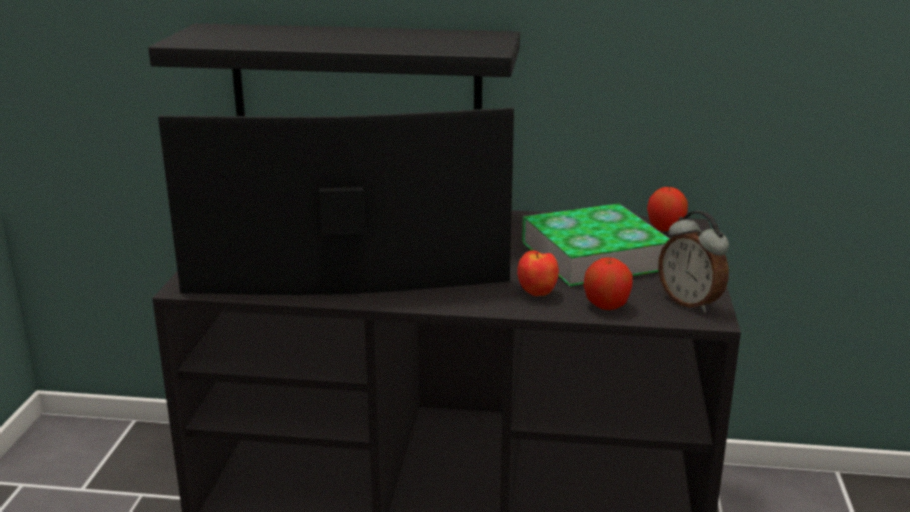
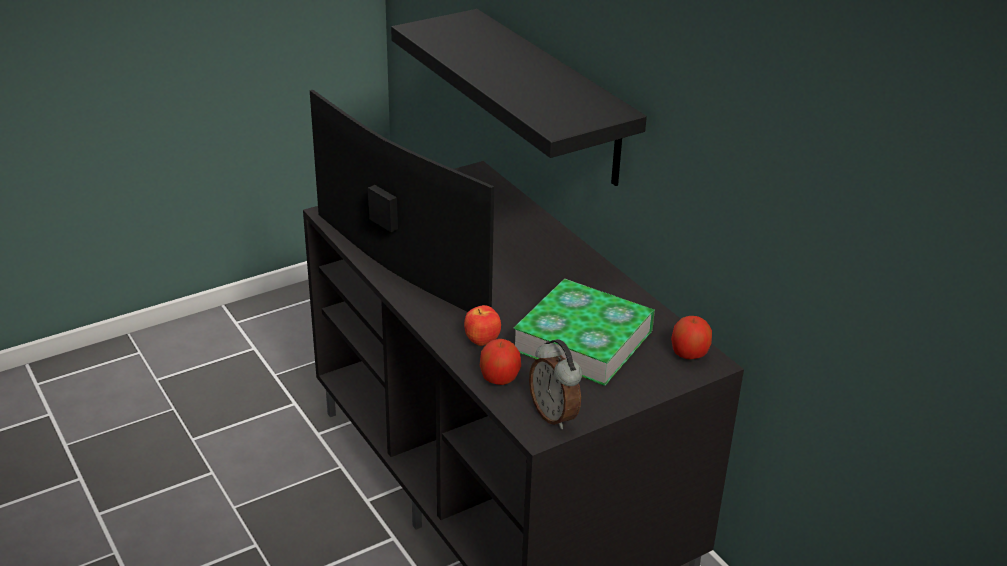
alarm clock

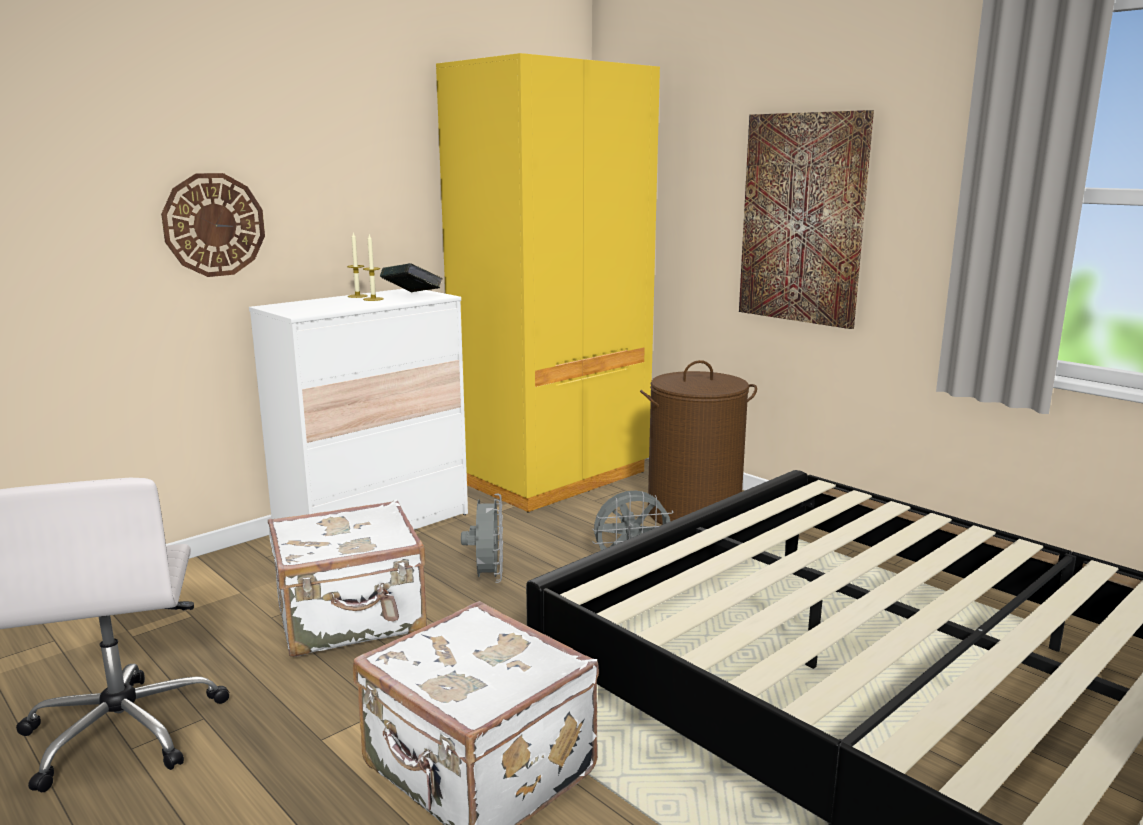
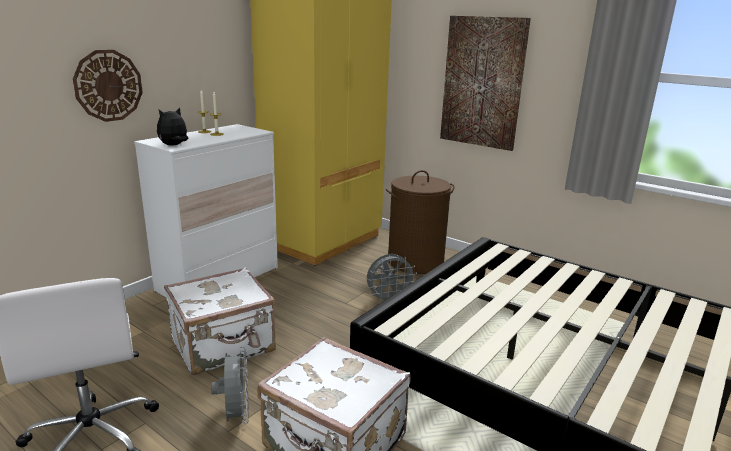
bound book
cuddly toy
greyish cooling fan (1st from left)

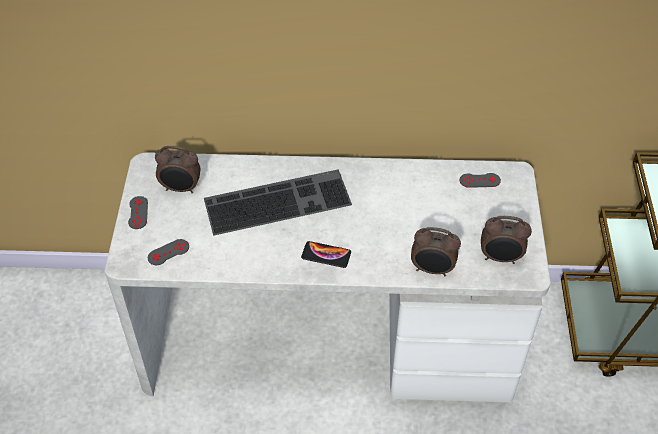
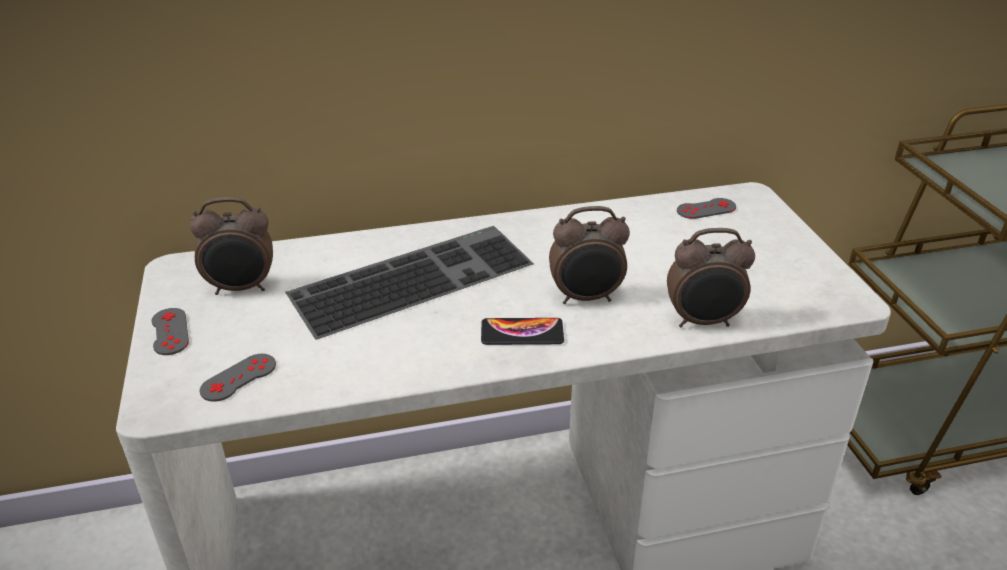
alarm clock (2nd from left)

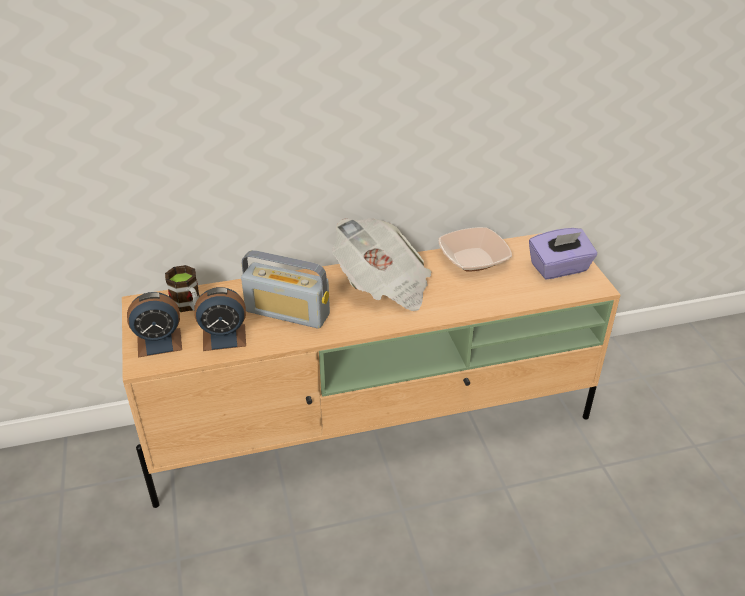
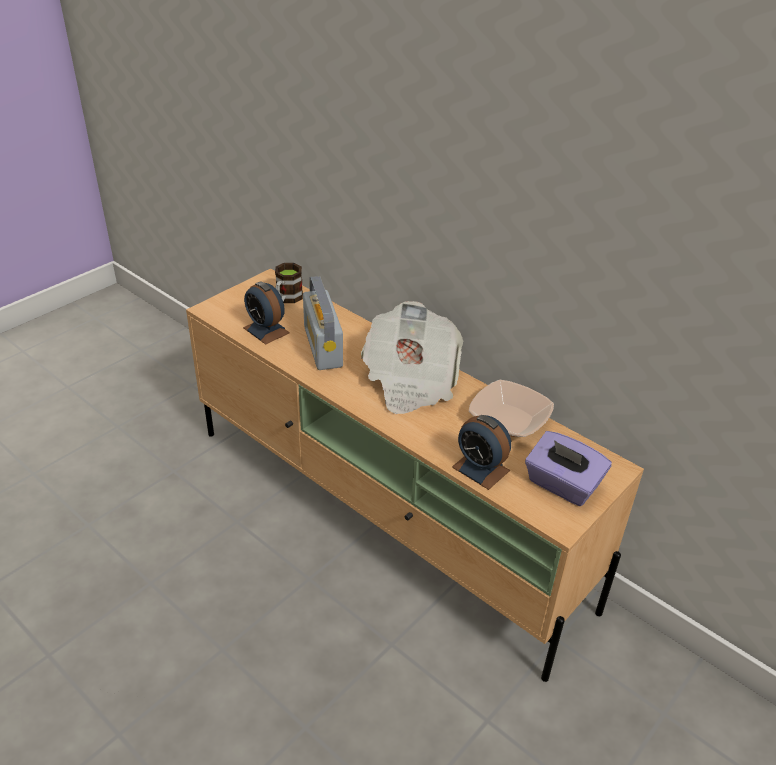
alarm clock (2nd from left)

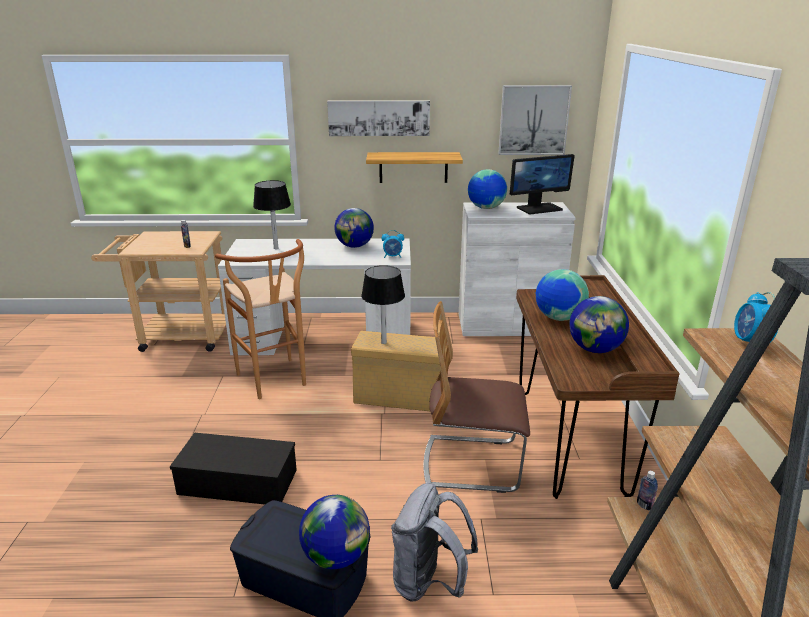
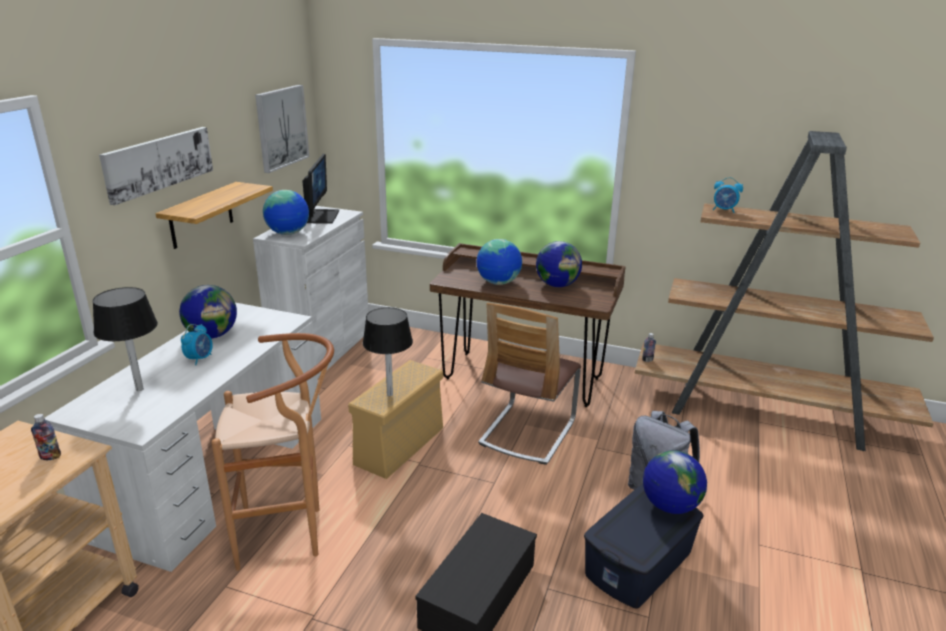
alarm clock (1st from left)

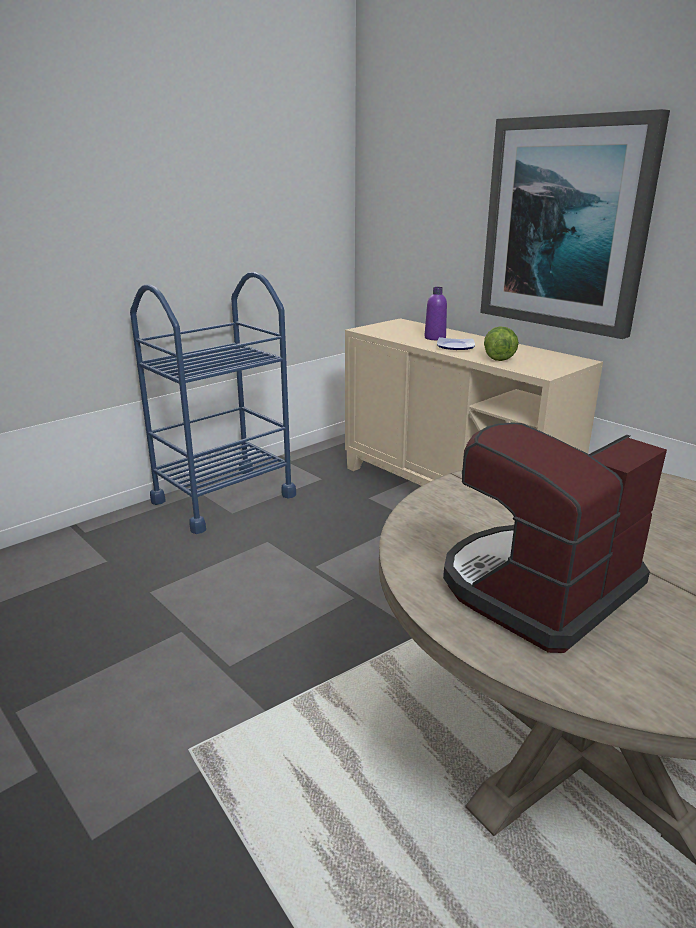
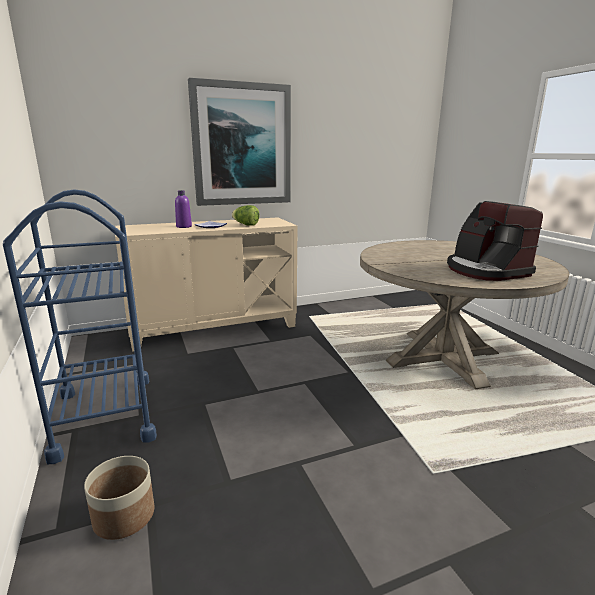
flower pot

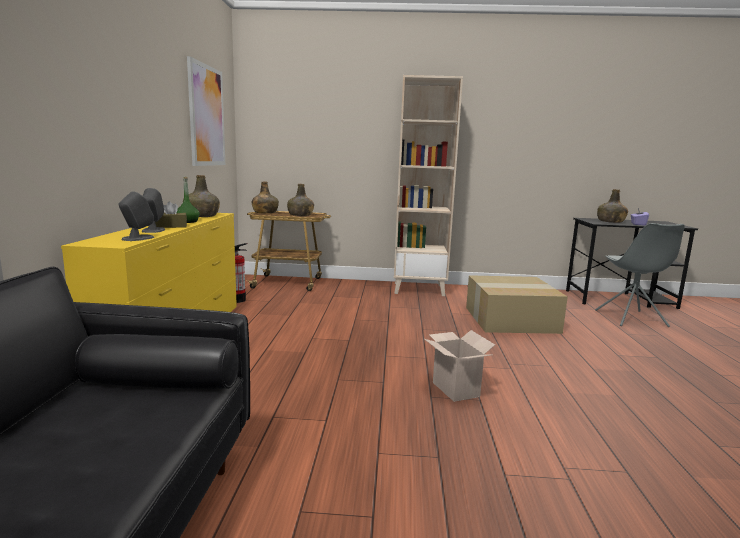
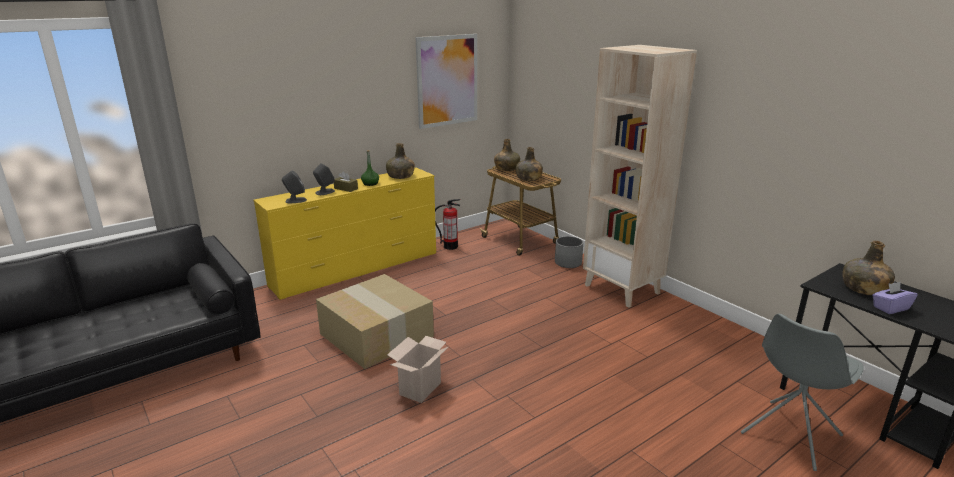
greyish flower pot
carton (1st from left)

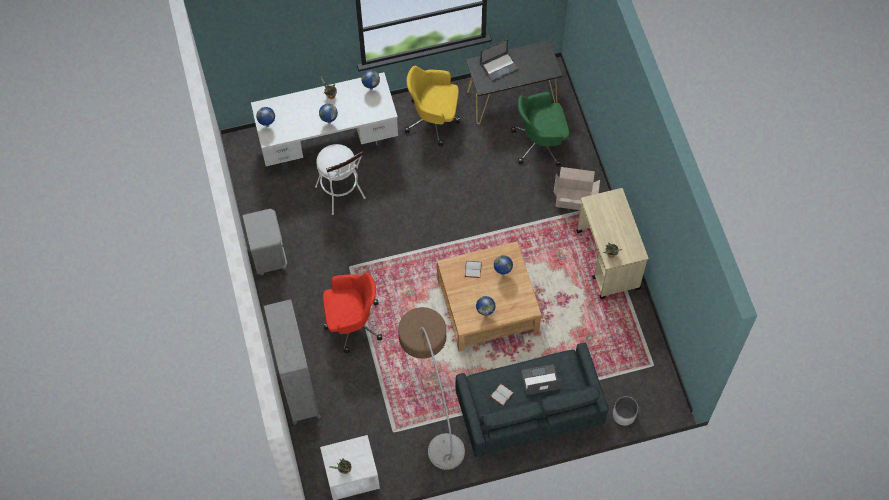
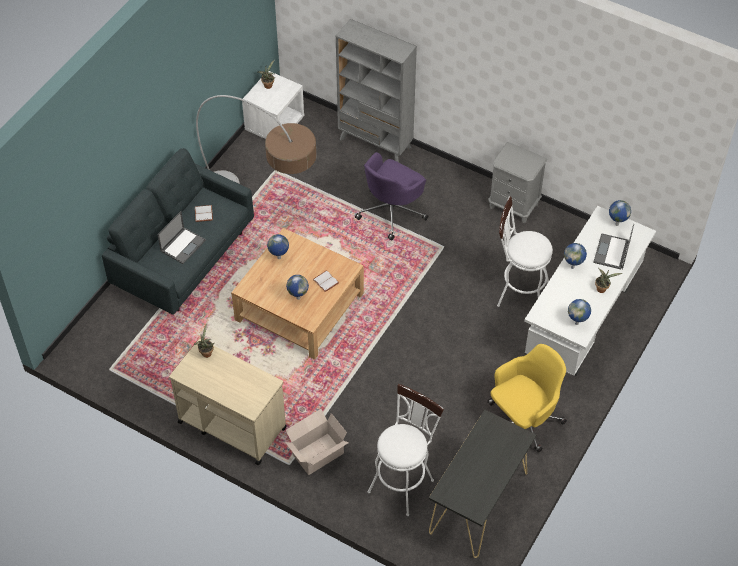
white flower pot
laptop (2nd from left)
white stool seat (1st from left)
purple-coloured computer chair

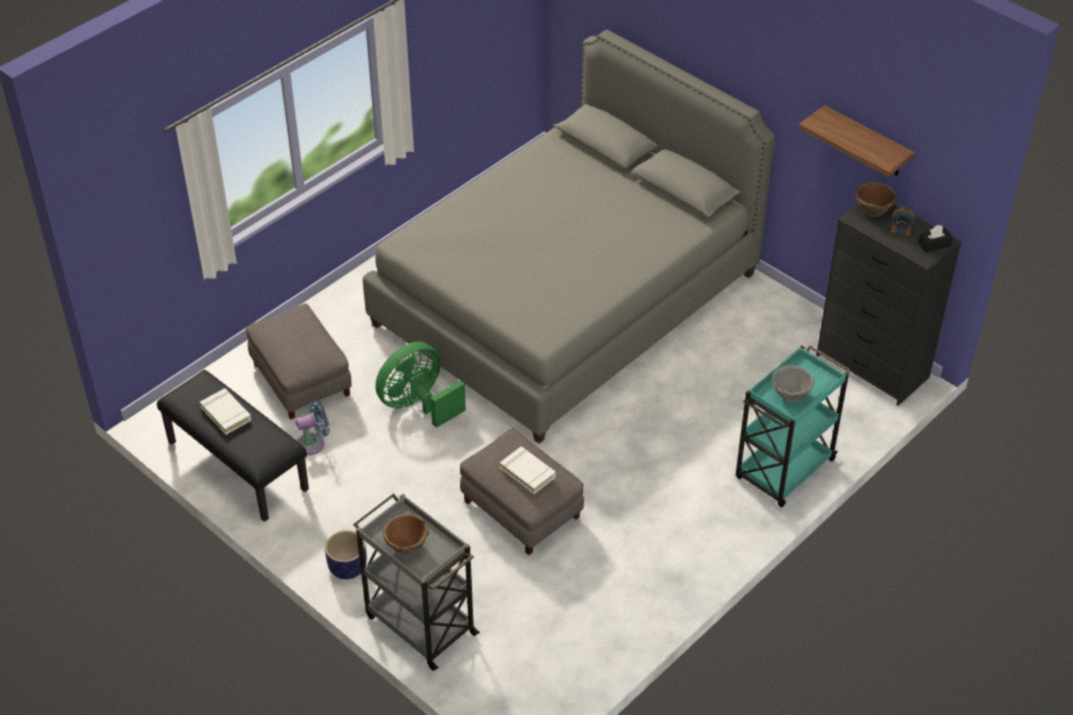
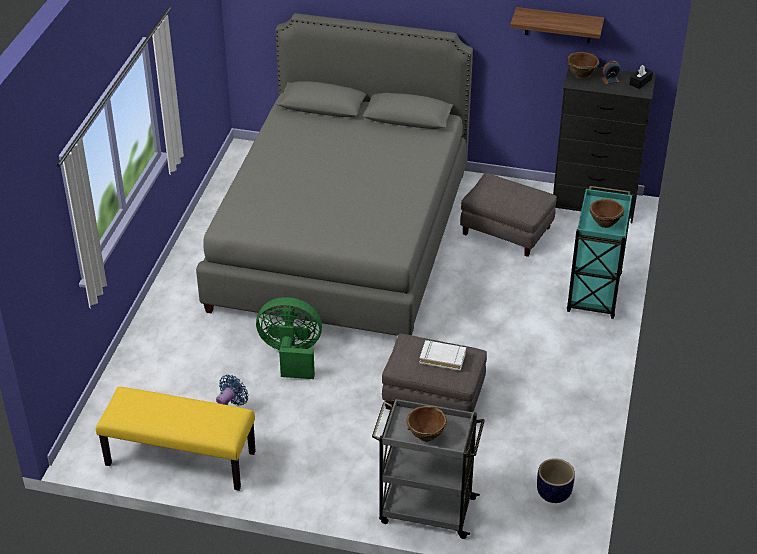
white bound book (1st from left in the first image)
greyish pouffe (2nd from left)
flower pot
yellowish bench
brownish serving bowl (3rd from left)
green-coloured cooling fan

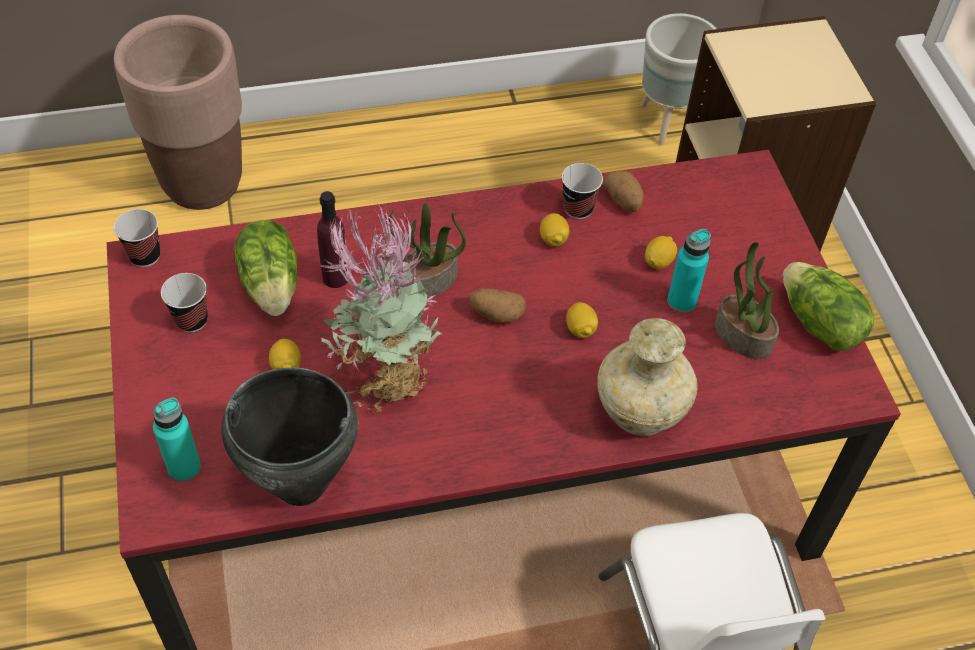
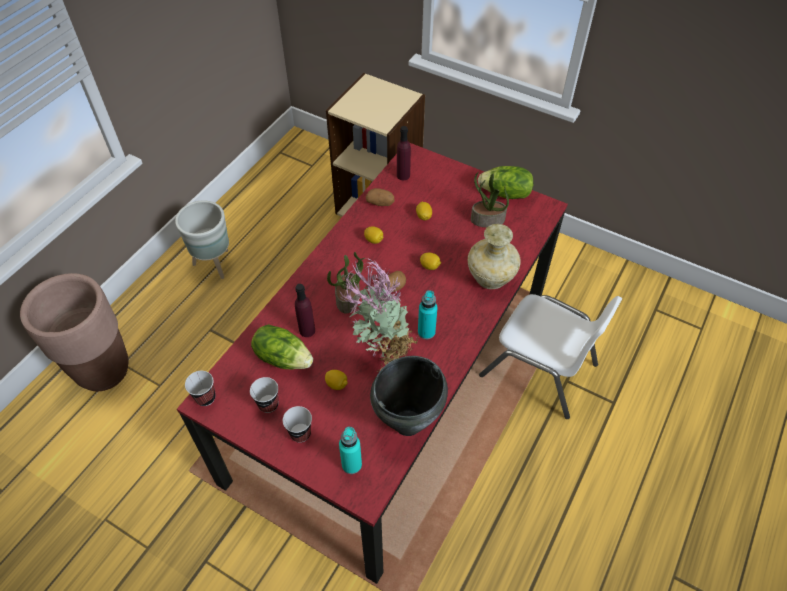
purple-coloured beverage bottle (2nd from left)
cup (3rd from left)
greyish flower pot
turquoise-coloured beverage bottle (2nd from left)

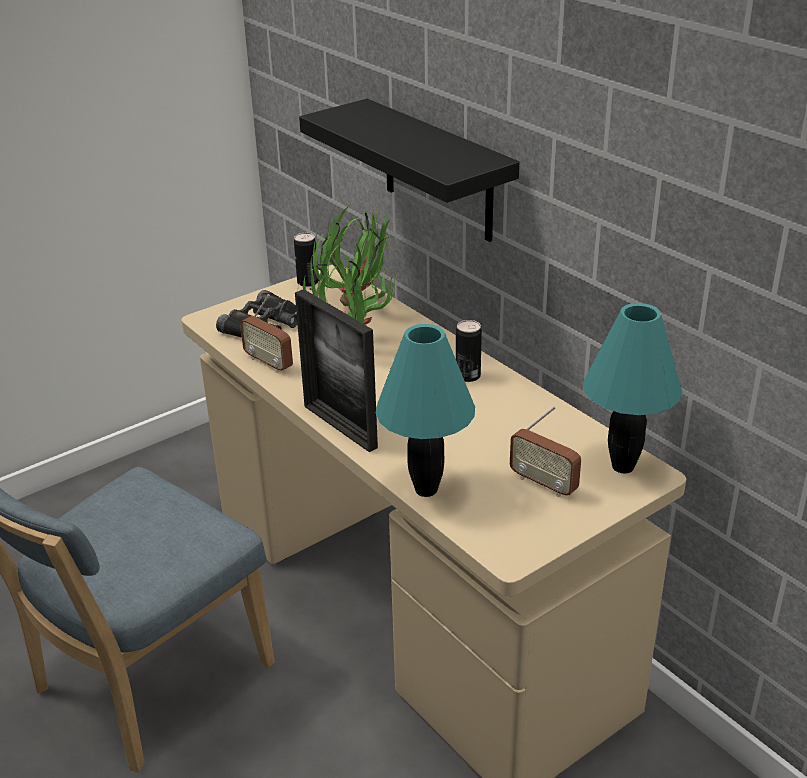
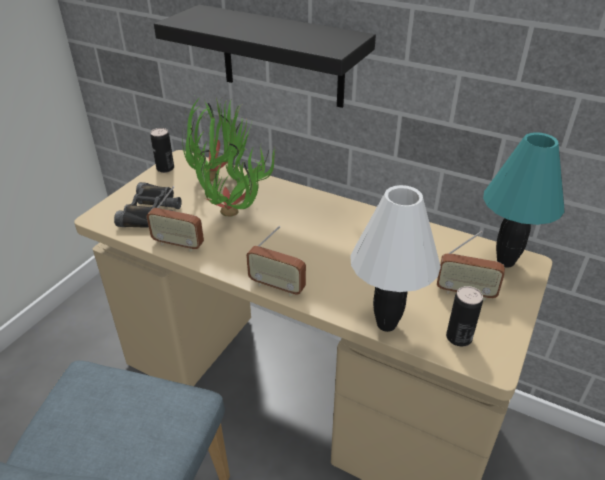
can (2nd from left)
radio receiver (2nd from left)
white lamp for a table

